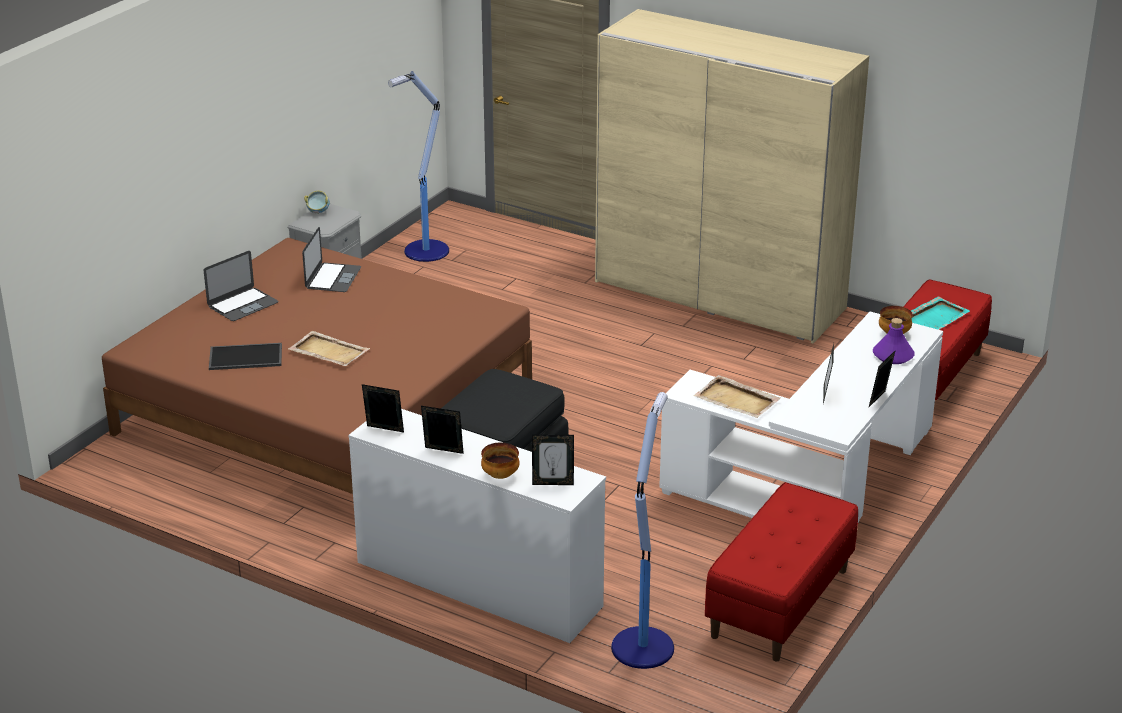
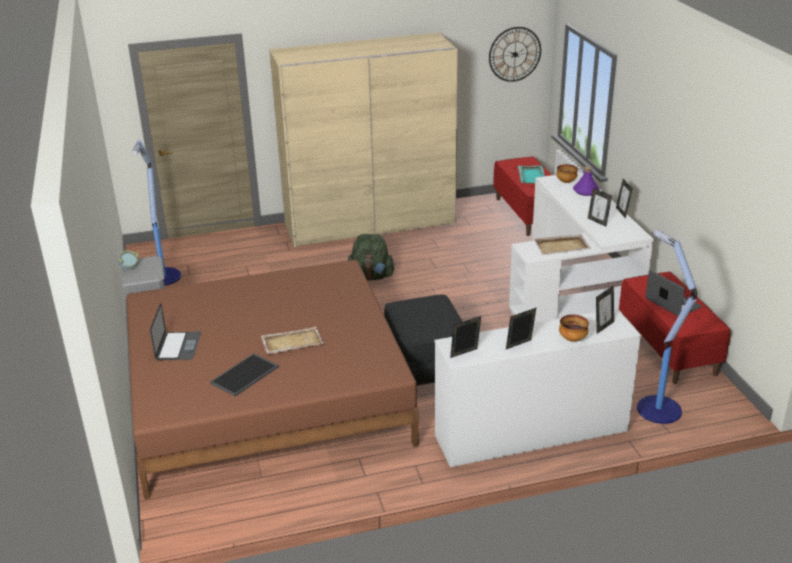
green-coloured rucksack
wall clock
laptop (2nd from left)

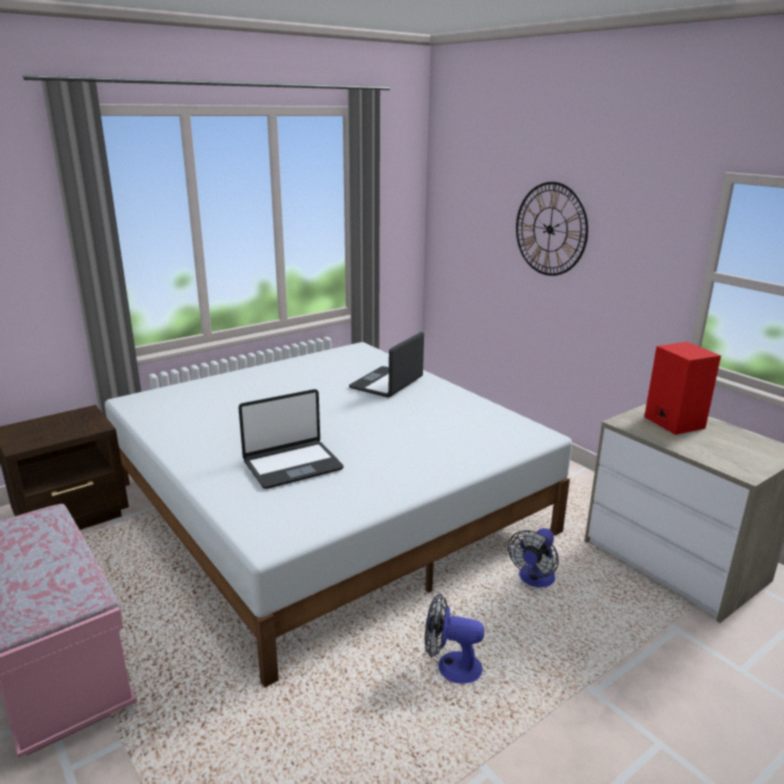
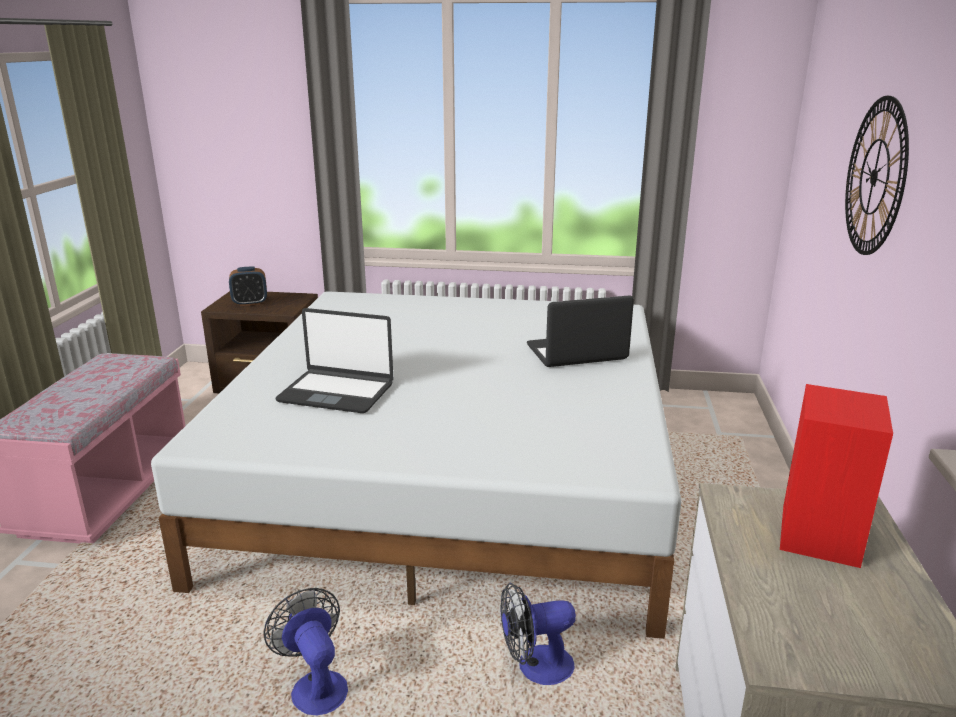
alarm clock

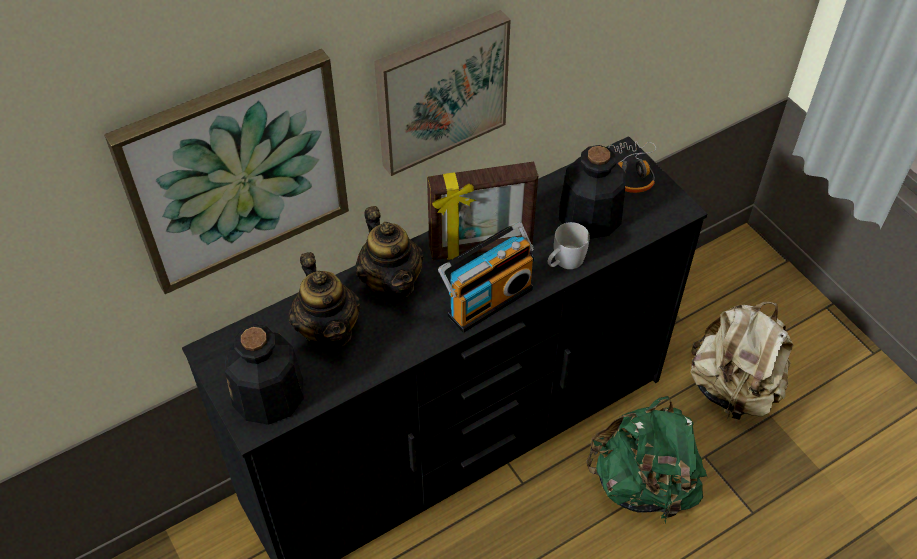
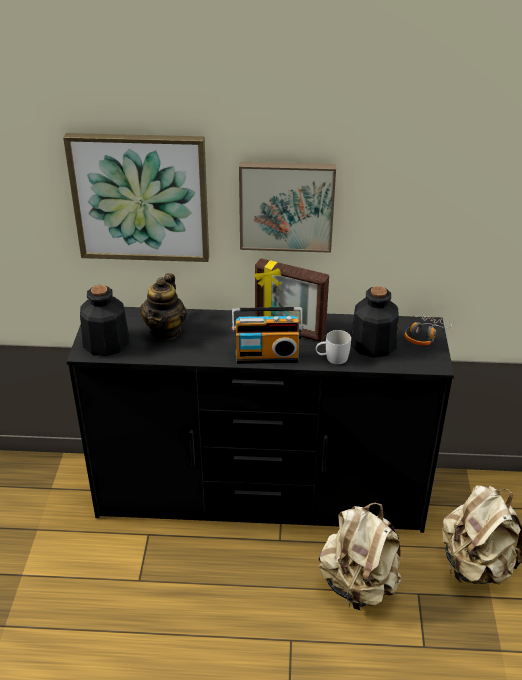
teapot (2nd from left in the first image)
sand-coloured rucksack (1st from left)

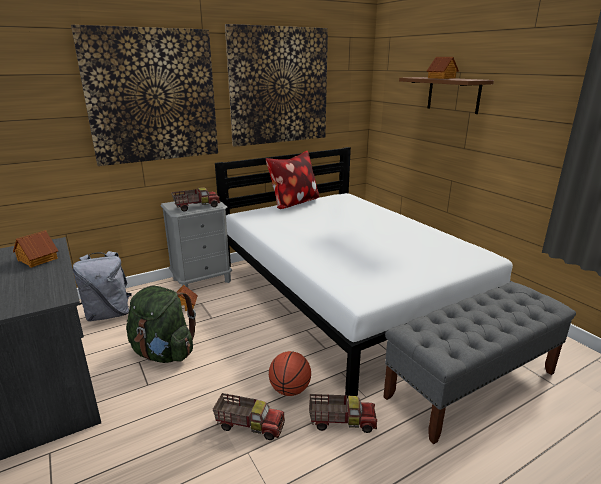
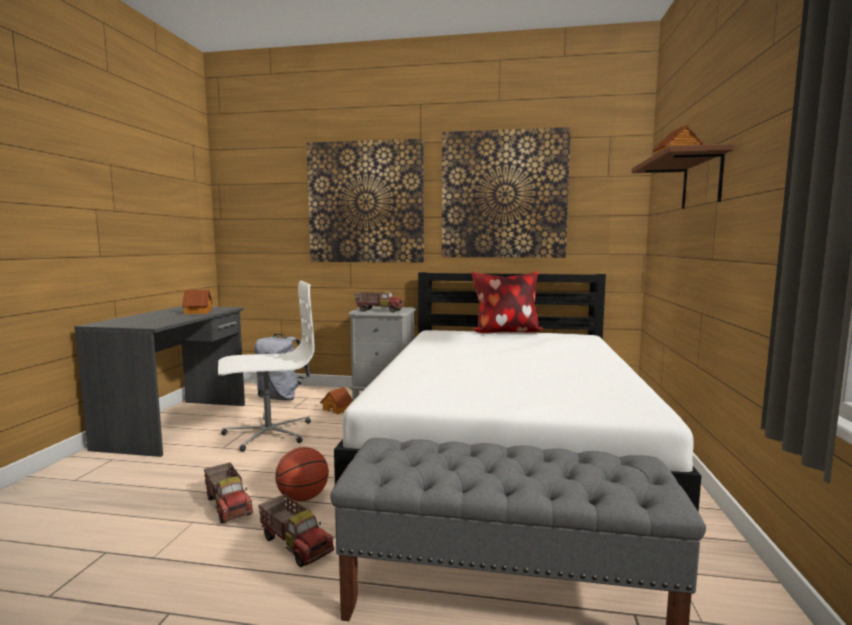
white computer chair

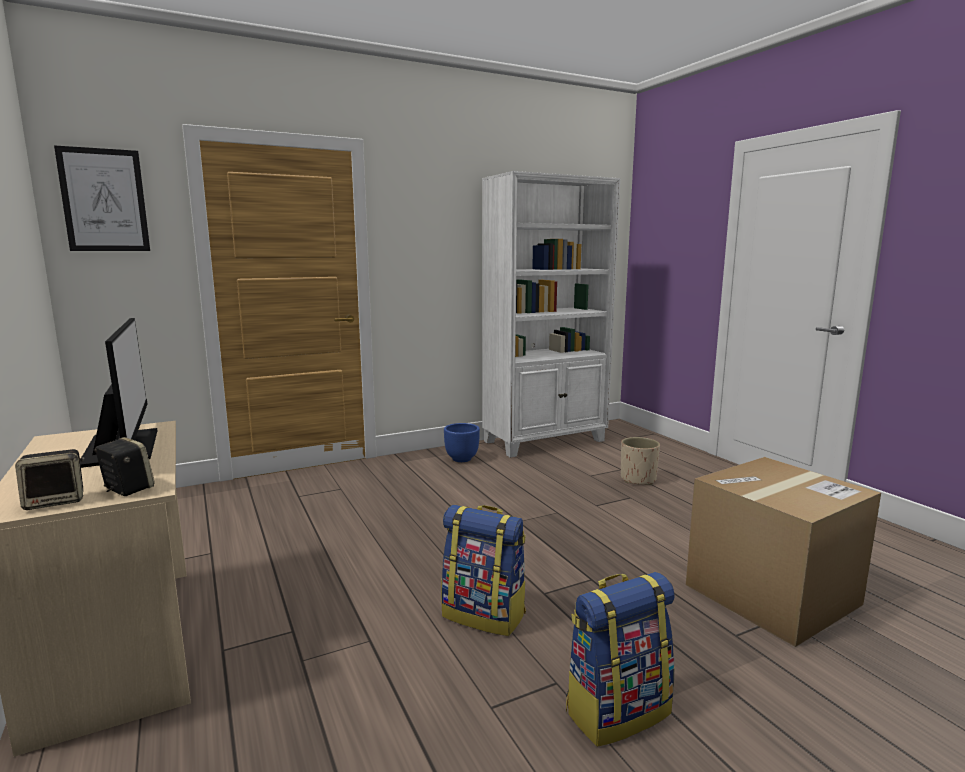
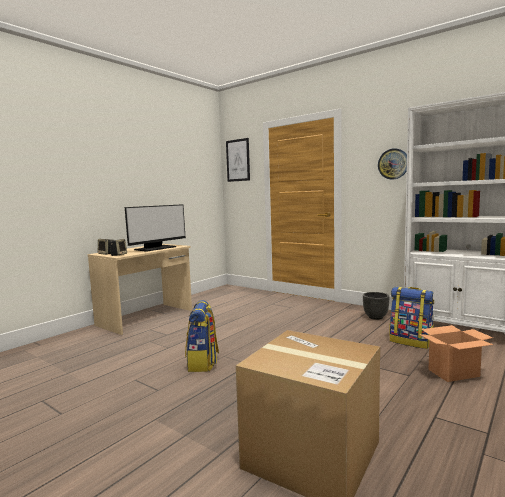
wall clock
rucksack (2nd from left)
carton (2nd from left)
black flower pot

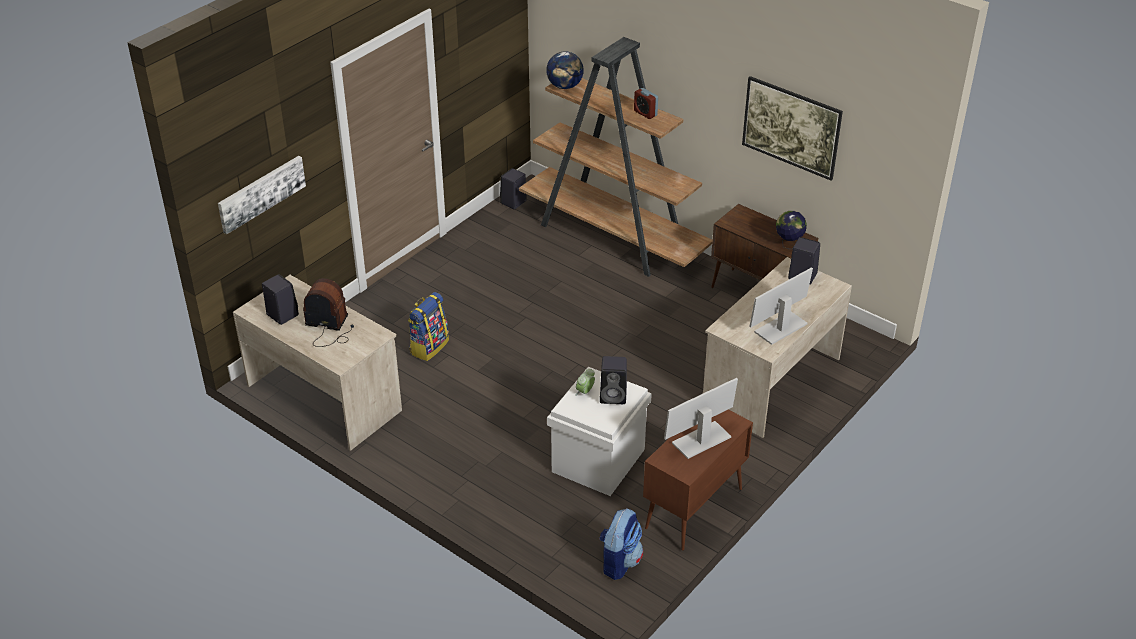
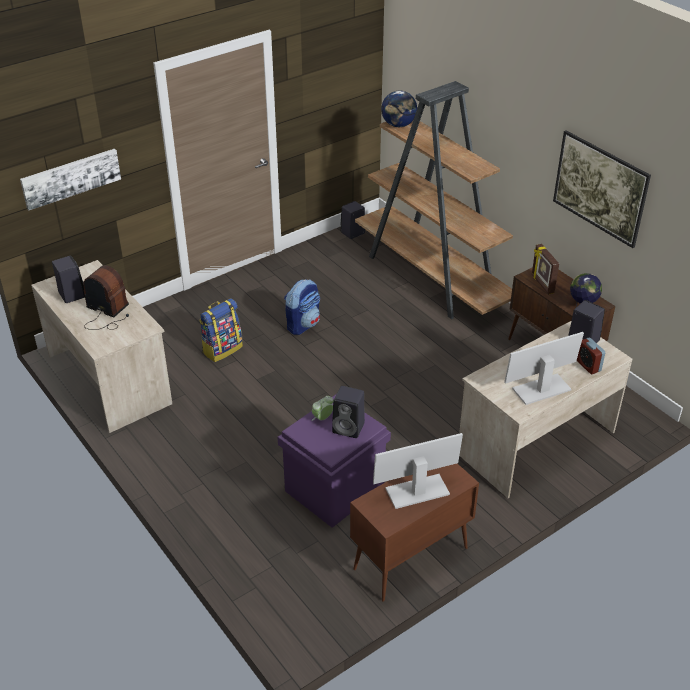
standing frame
rucksack (2nd from left)
alarm clock (2nd from left)
purple-coloured storage bin

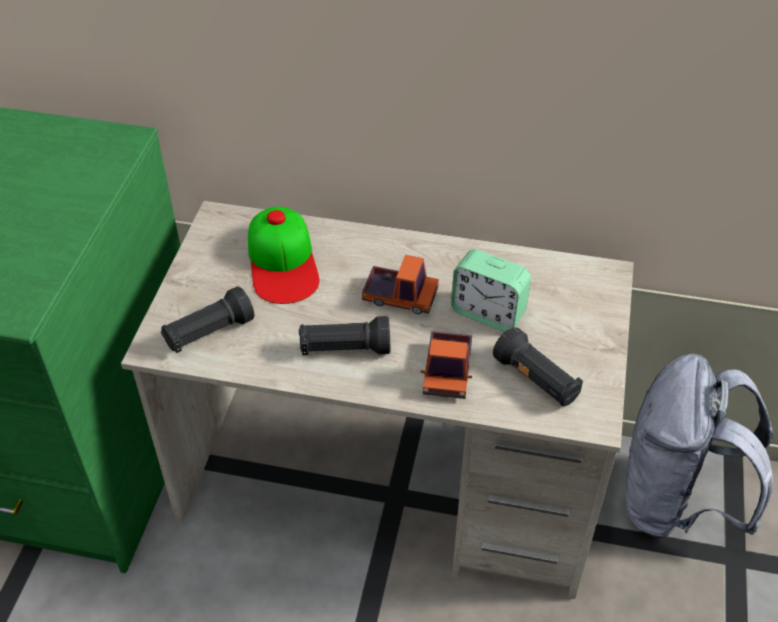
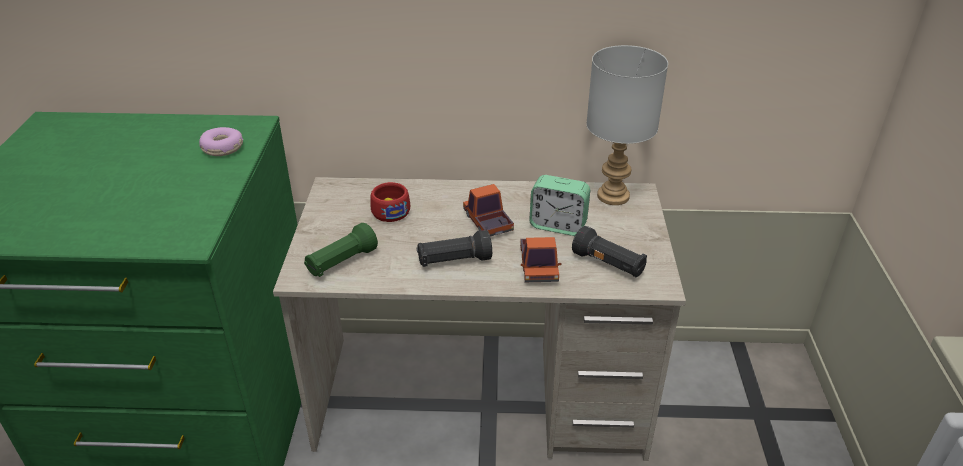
greyish rucksack
donut
greyish lamp for a table
red cup
green-coloured flashlight
model truck (1st from left)

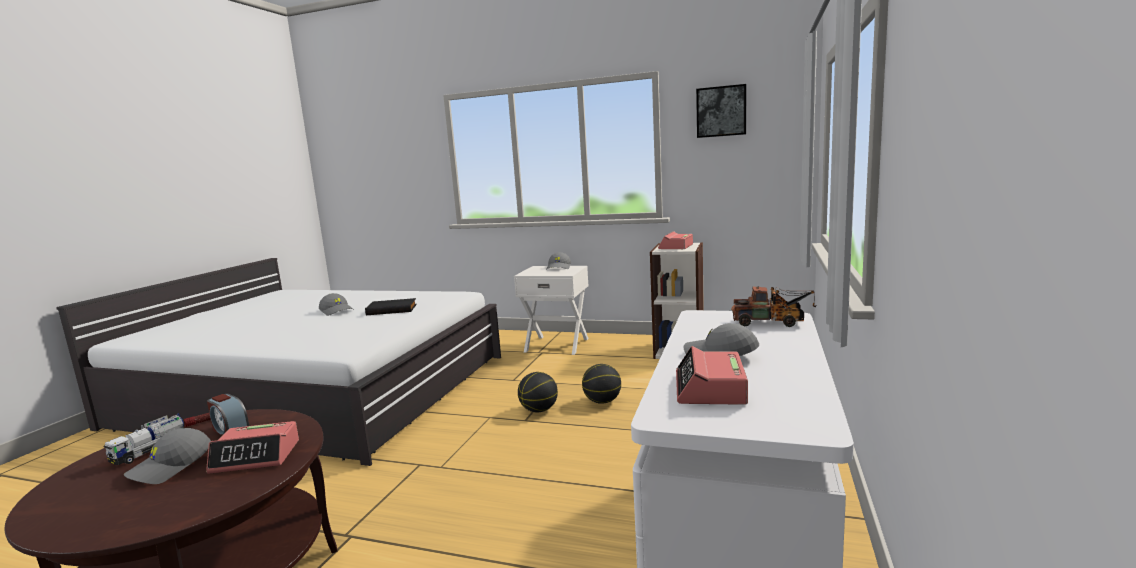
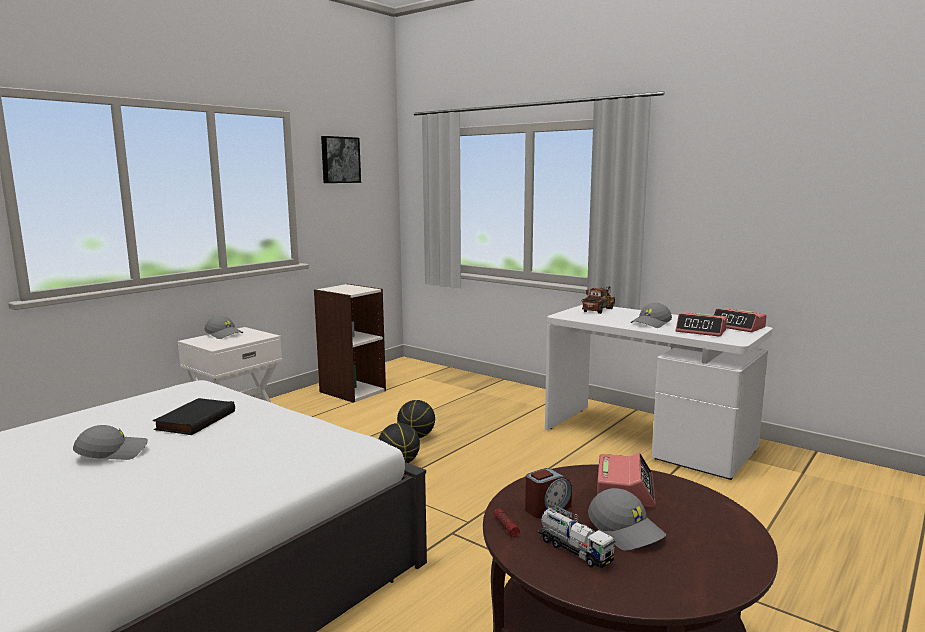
alarm clock (4th from left)

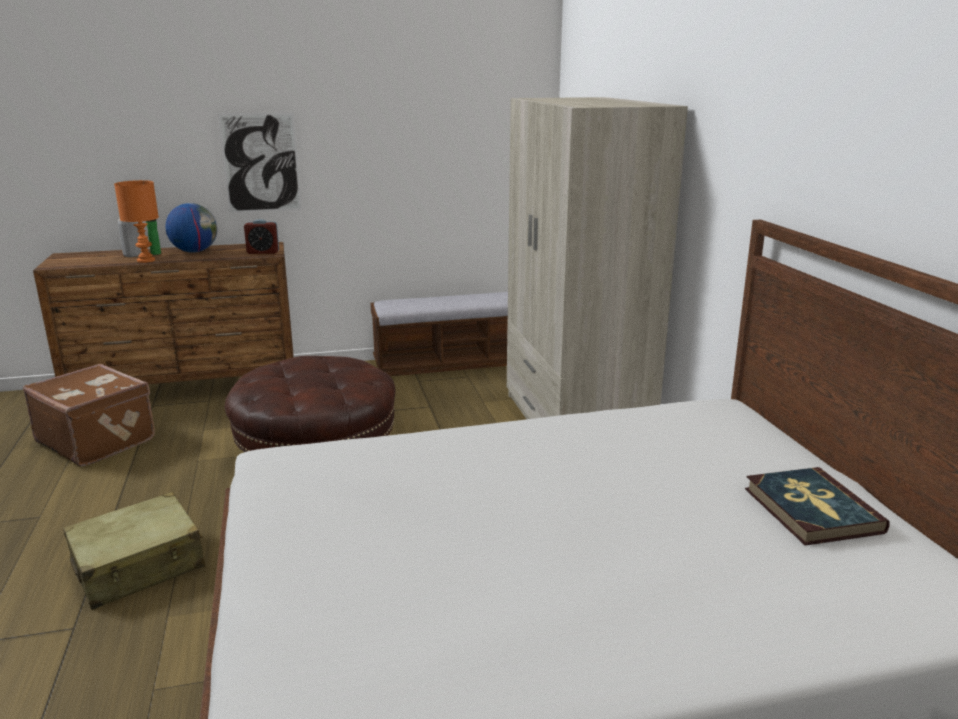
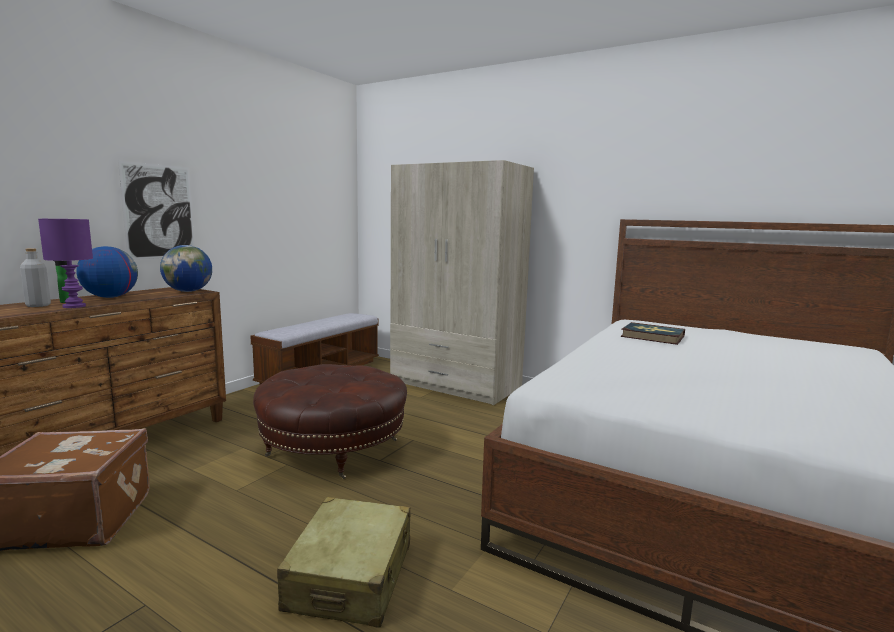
bound book
desk globe (2nd from left)
purple-coloured lamp for a table

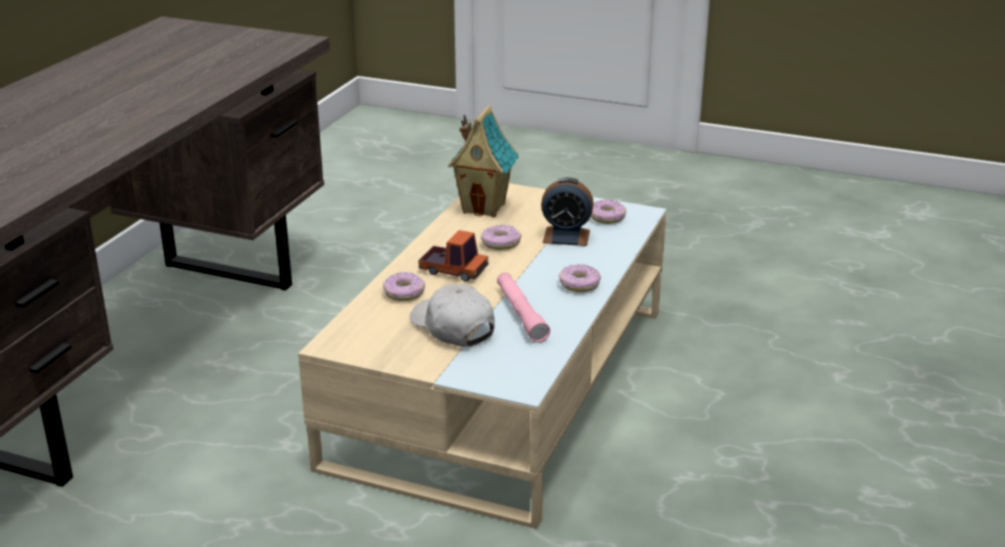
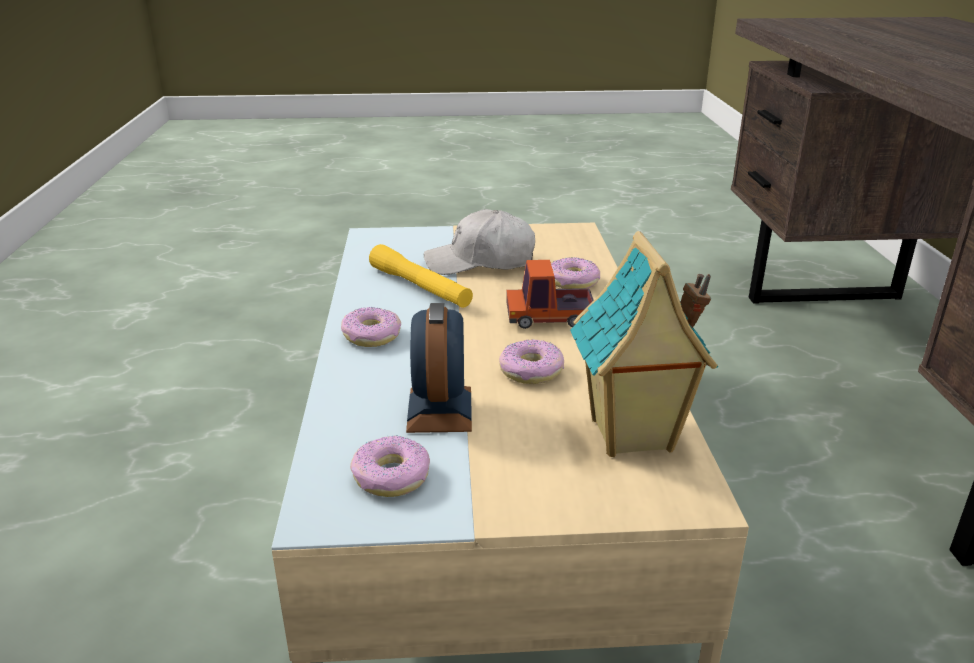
yellowish flashlight
white baseball cap
alarm clock

